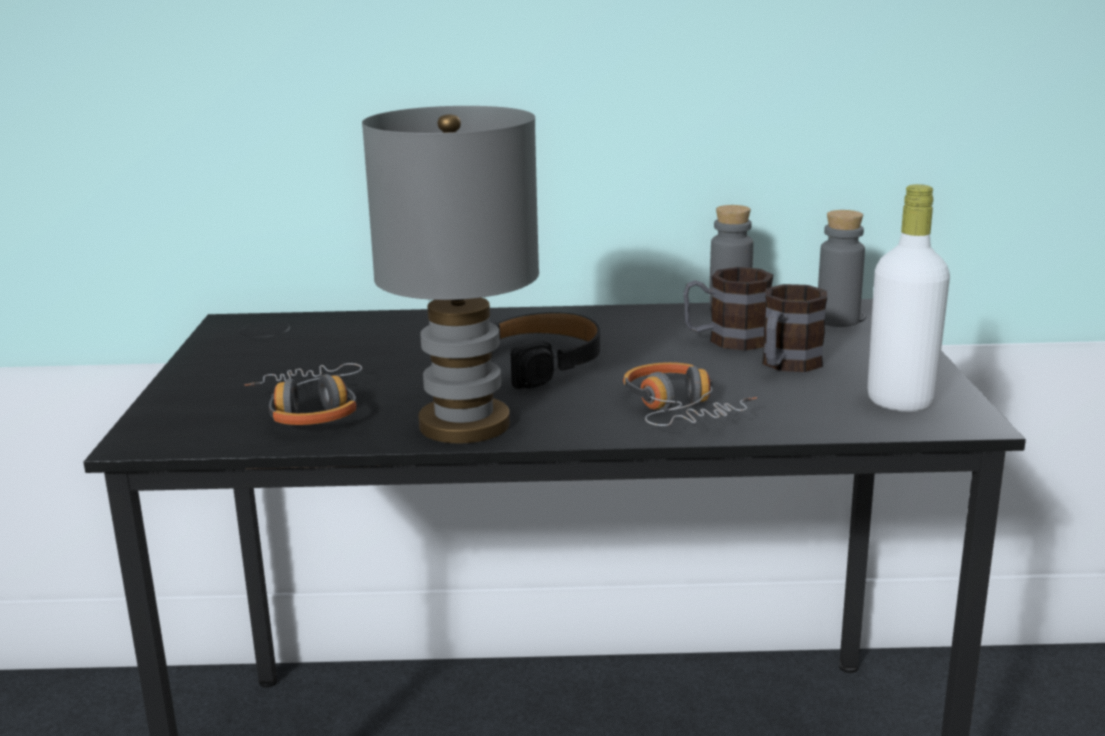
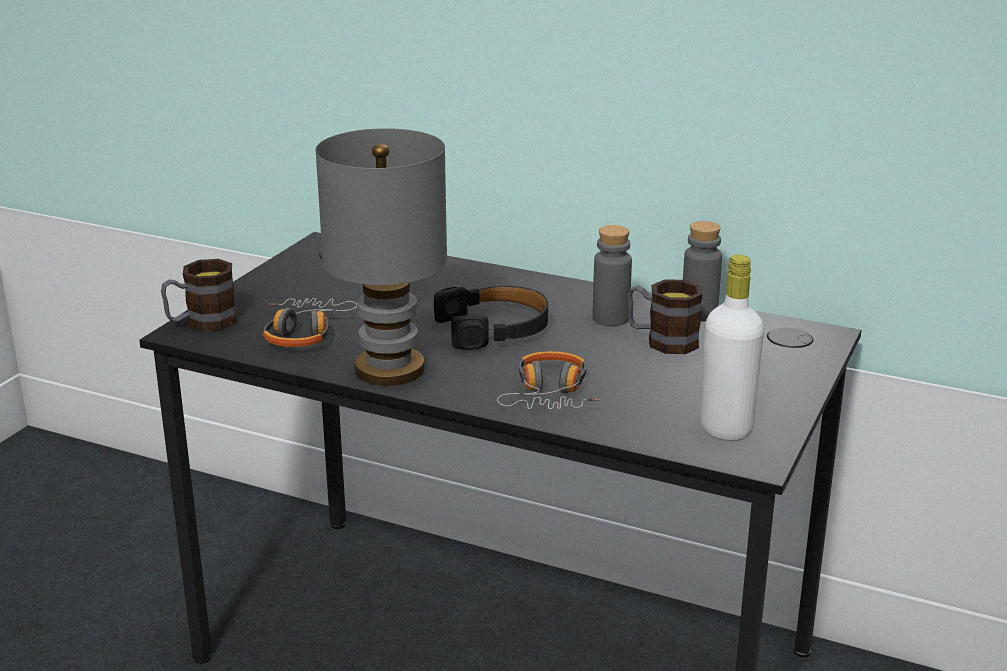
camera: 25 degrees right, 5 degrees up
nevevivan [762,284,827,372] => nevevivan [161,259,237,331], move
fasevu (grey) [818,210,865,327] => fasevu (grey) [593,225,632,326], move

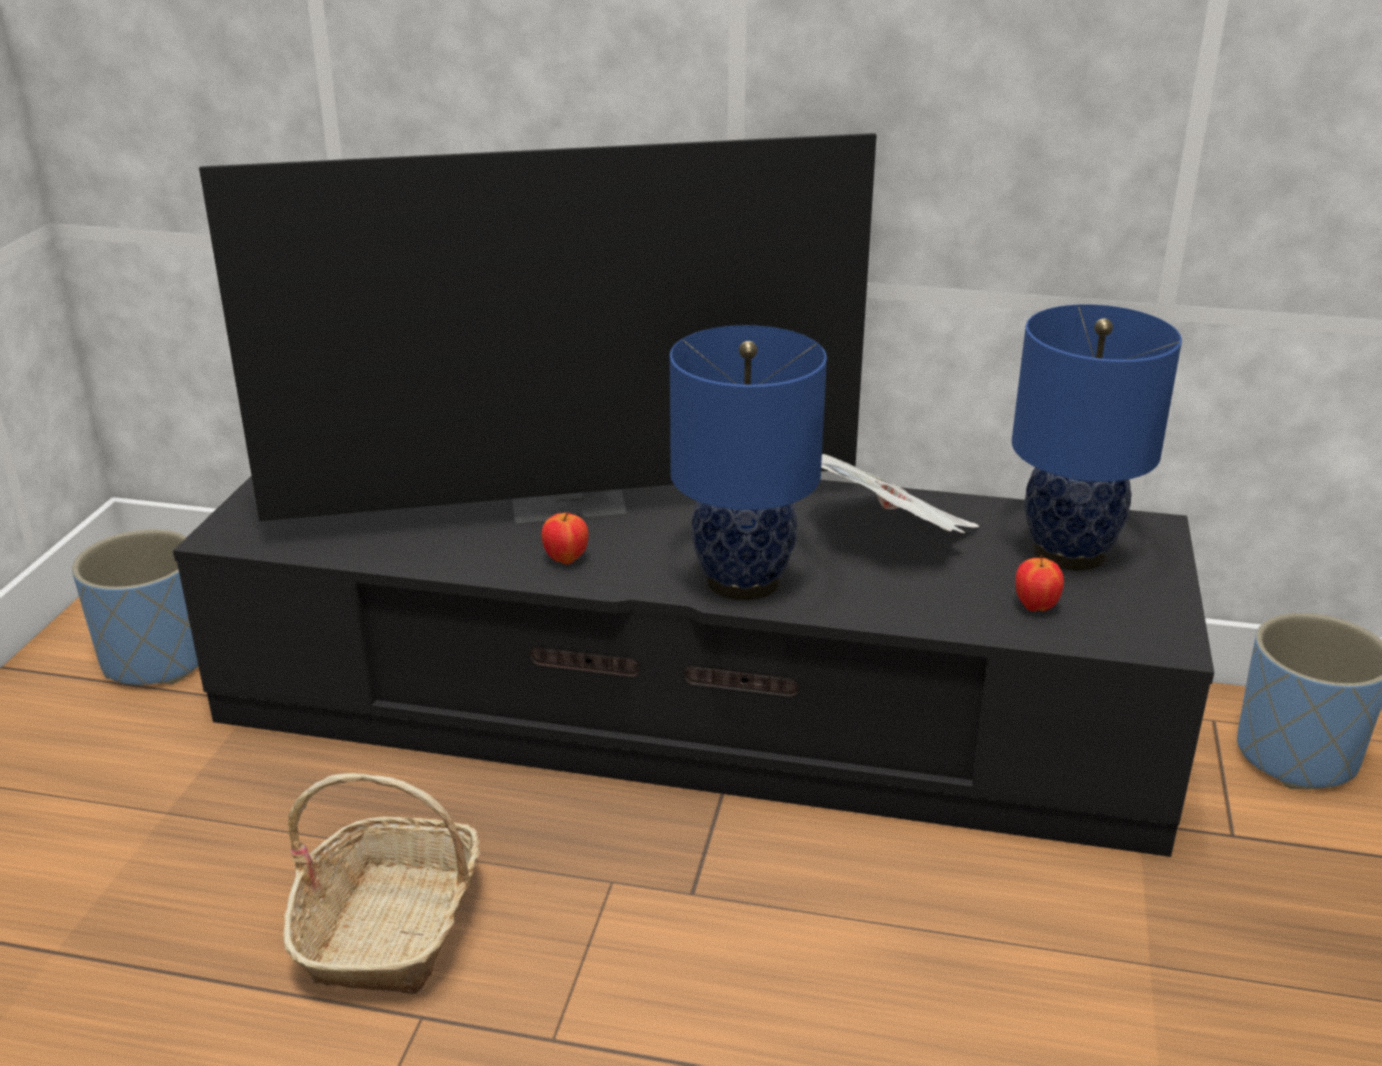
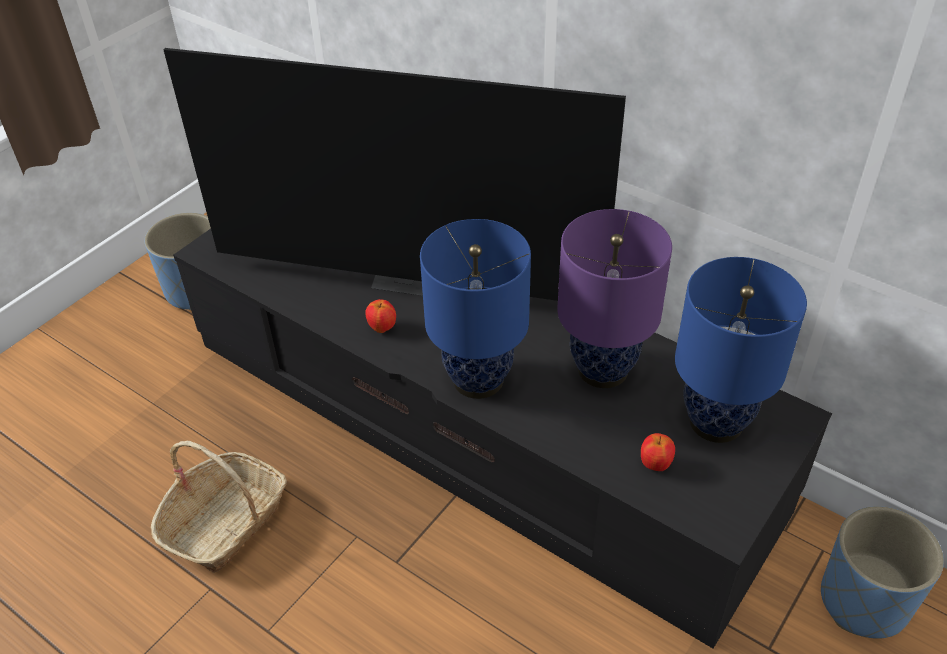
camera: 25 degrees right, 15 degrees up
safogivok [821,454,979,533] => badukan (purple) [557,209,672,388]

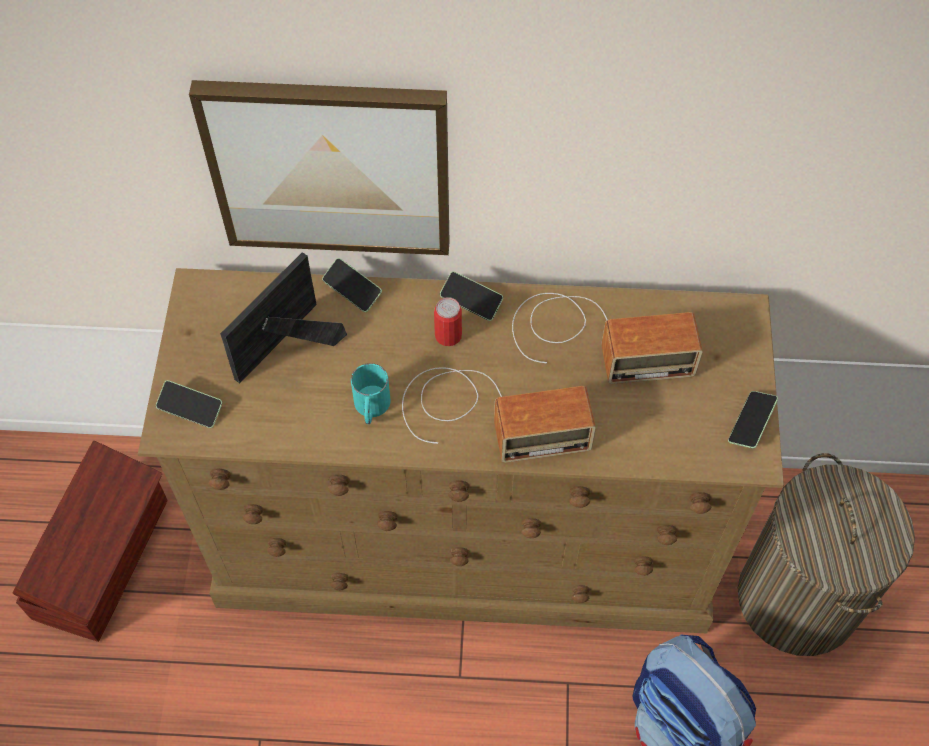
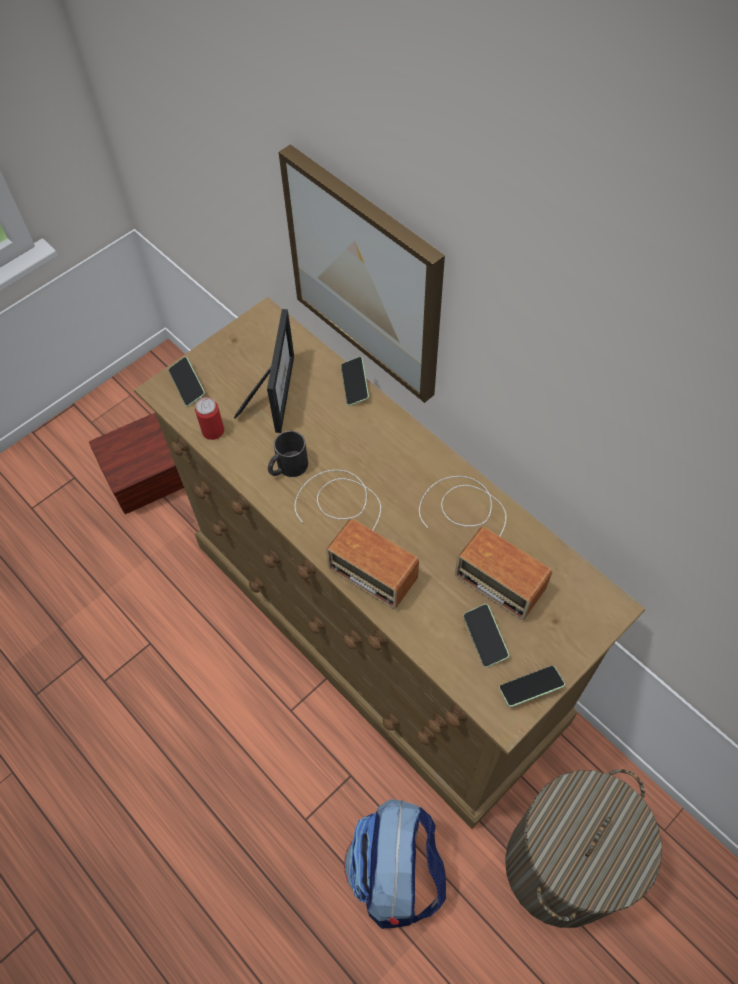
camera: 45 degrees right, 0 degrees up
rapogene [220,252,347,383] => rapogene [234,309,294,433], 105 degrees clockwise
nevevivan (turquoise) [351,363,390,424] => nevevivan (black) [268,431,308,477]
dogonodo [434,297,462,346] => dogonodo [195,397,224,440], move
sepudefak [440,271,503,321] => sepudefak [463,604,509,668], move

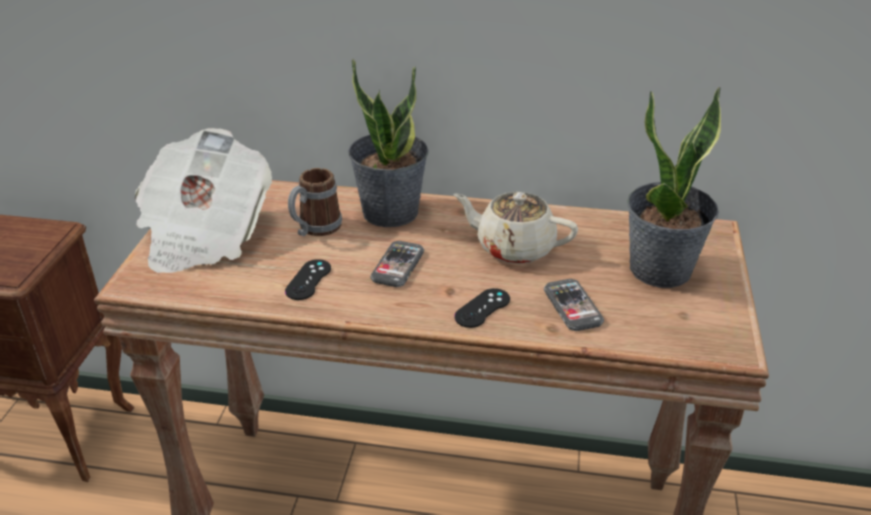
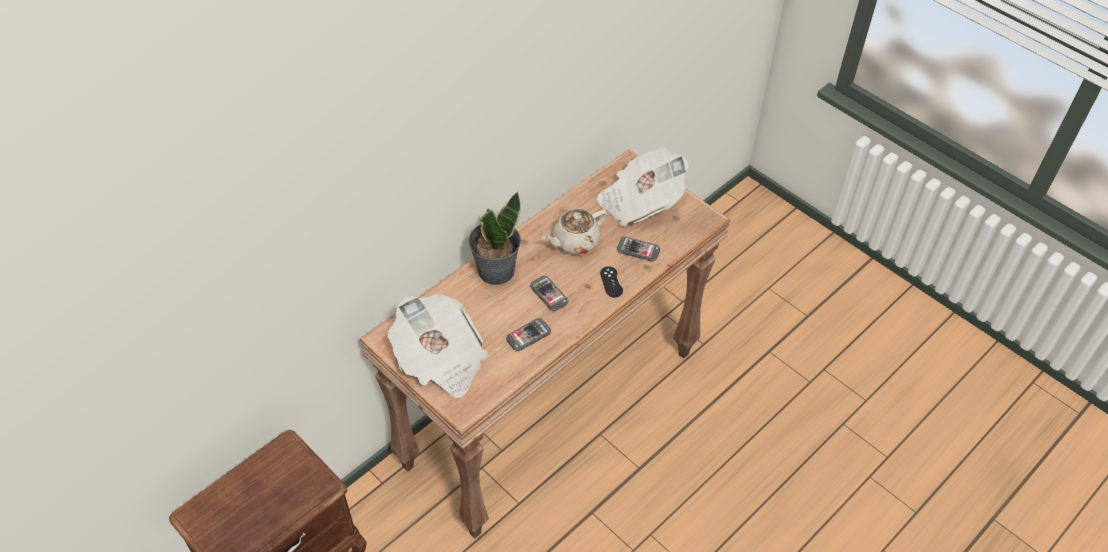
camera: 55 degrees left, 15 degrees up
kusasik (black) [285,259,331,300] => sepudefak [506,318,551,351]
nevevivan [288,168,342,236] => nothing
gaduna [627,87,721,288] => safogivok [597,148,690,227]

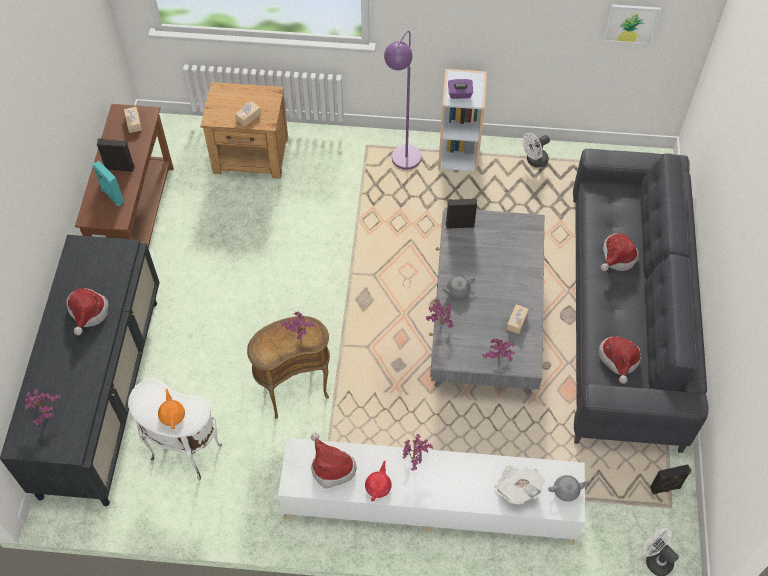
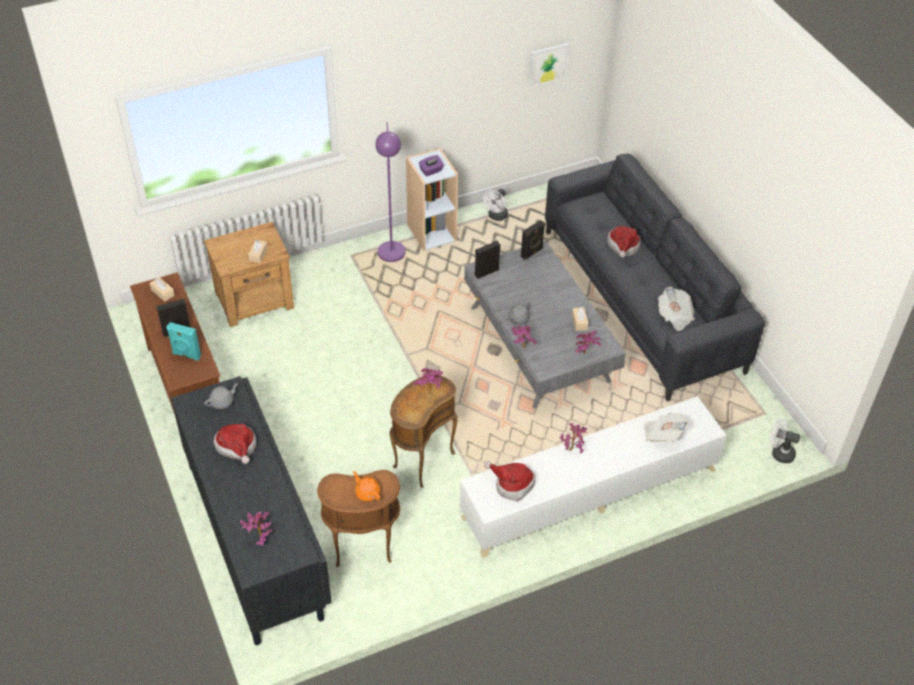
camera: 30 degrees left, 10 degrees down
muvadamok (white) [128,378,222,480] => muvadamok (brown) [317,470,400,567]
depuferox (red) [365,461,392,501] => nothing
depuferox (grey) [548,475,591,502] => depuferox (grey) [204,383,238,409], move
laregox [599,337,641,384] => safogivok [658,287,695,331]
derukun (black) [650,464,691,495] => derukun (black) [521,220,545,260], move

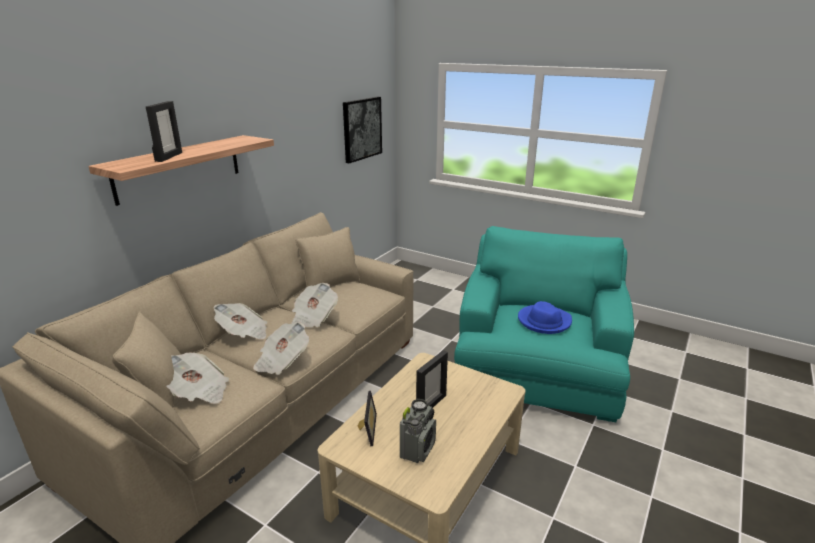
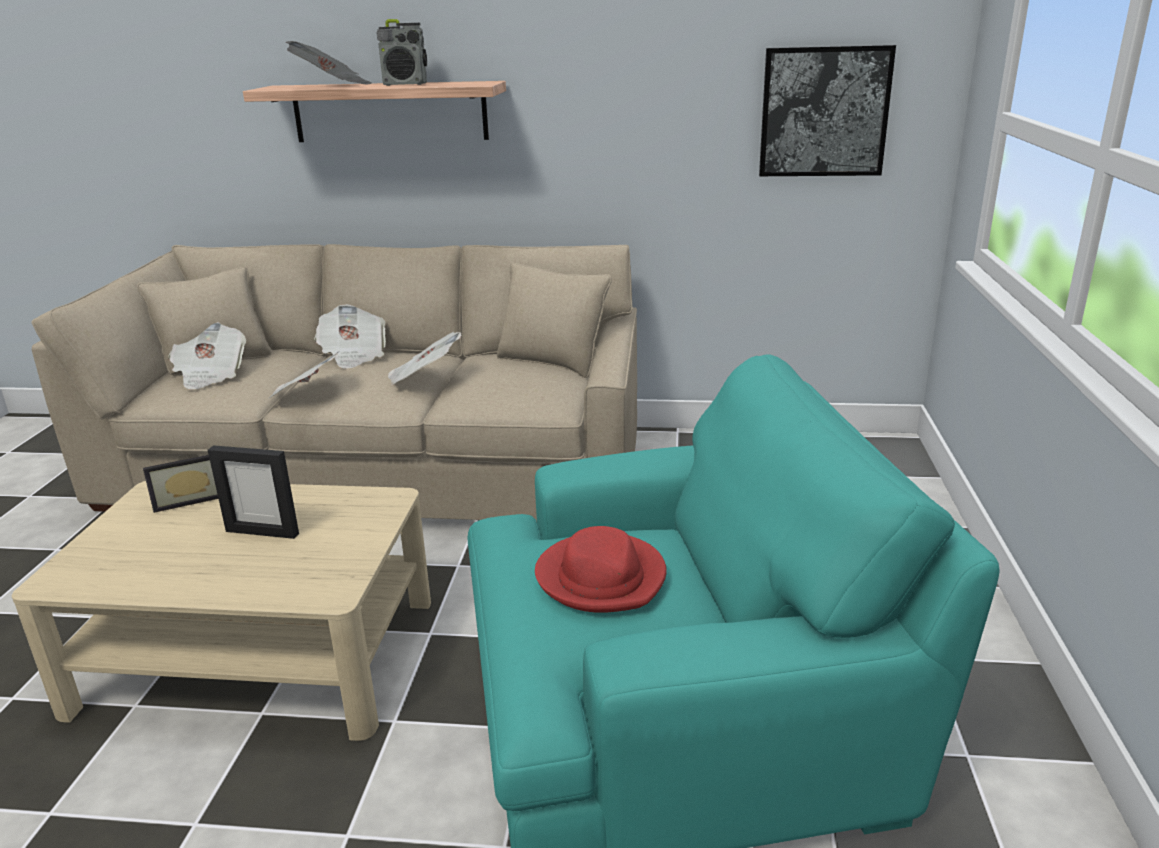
camera: 65 degrees right, 0 degrees up
rapogene [146,101,182,162] => safogivok [286,41,372,84]
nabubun [400,399,436,463] => nabubun [376,19,427,86], move
laregox (blue) [518,301,572,334] => laregox (red) [535,526,667,613]

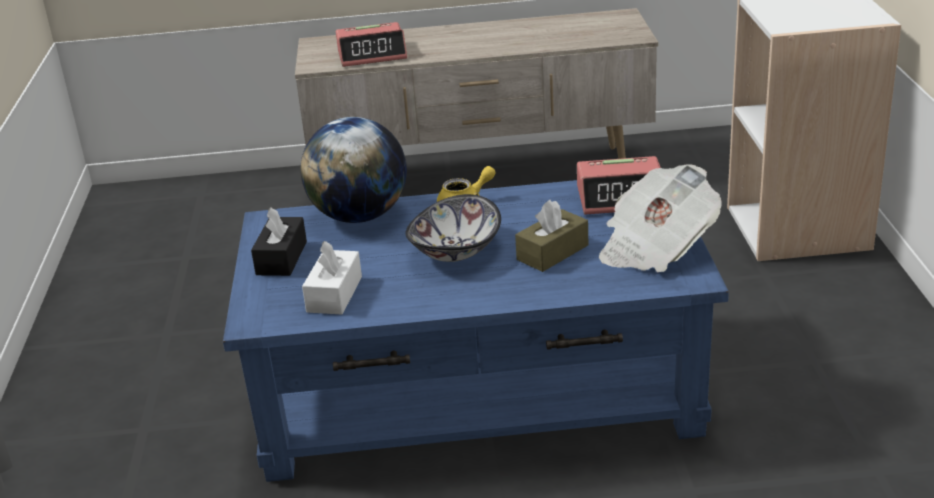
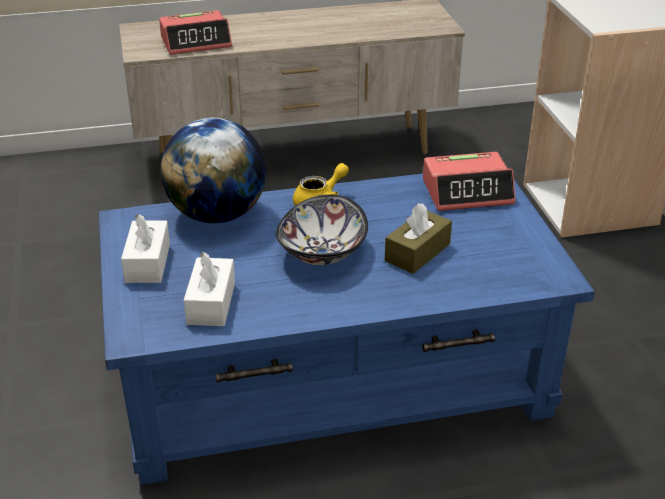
camera: 10 degrees left, 5 degrees up
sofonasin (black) [251,207,307,276] => sofonasin (white) [121,214,170,283]
safogivok [599,164,722,272] => nothing

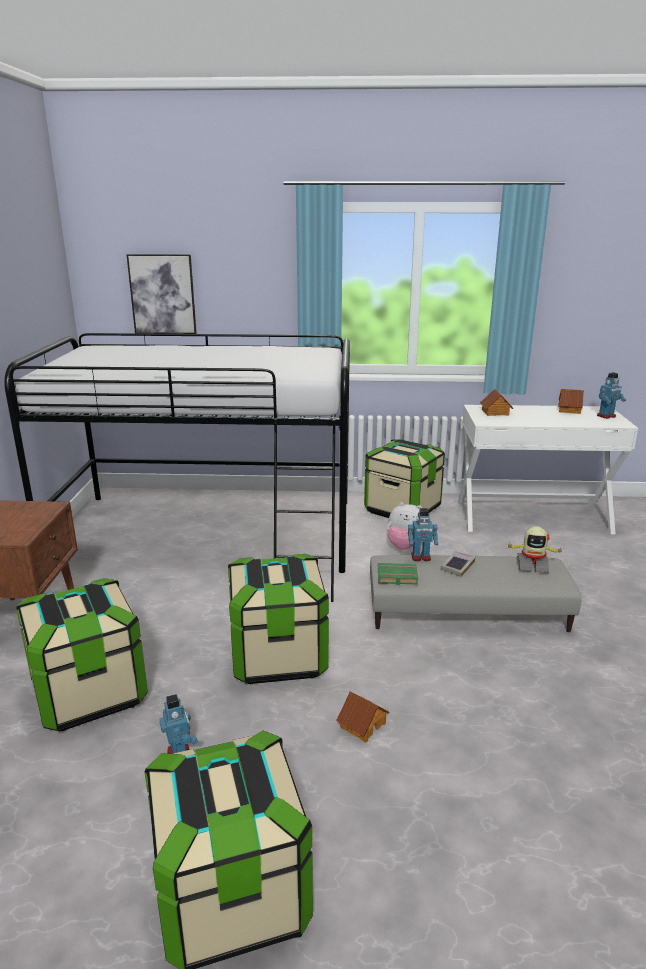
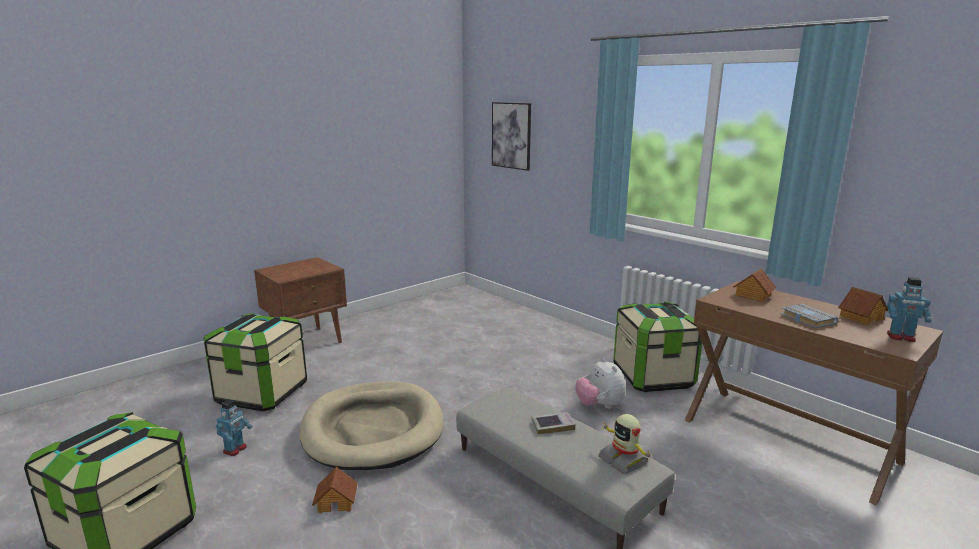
camera: 45 degrees right, 5 degrees down
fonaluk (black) [4,333,350,602] => nothing
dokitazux [228,554,329,684] => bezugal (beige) [300,382,444,470]
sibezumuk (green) [378,563,418,585] => nothing
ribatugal [408,508,438,561] => nothing
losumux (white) [458,405,638,534] => losumux (brown) [684,281,943,505]
nothing => sibezumuk (grey) [781,304,838,329]

